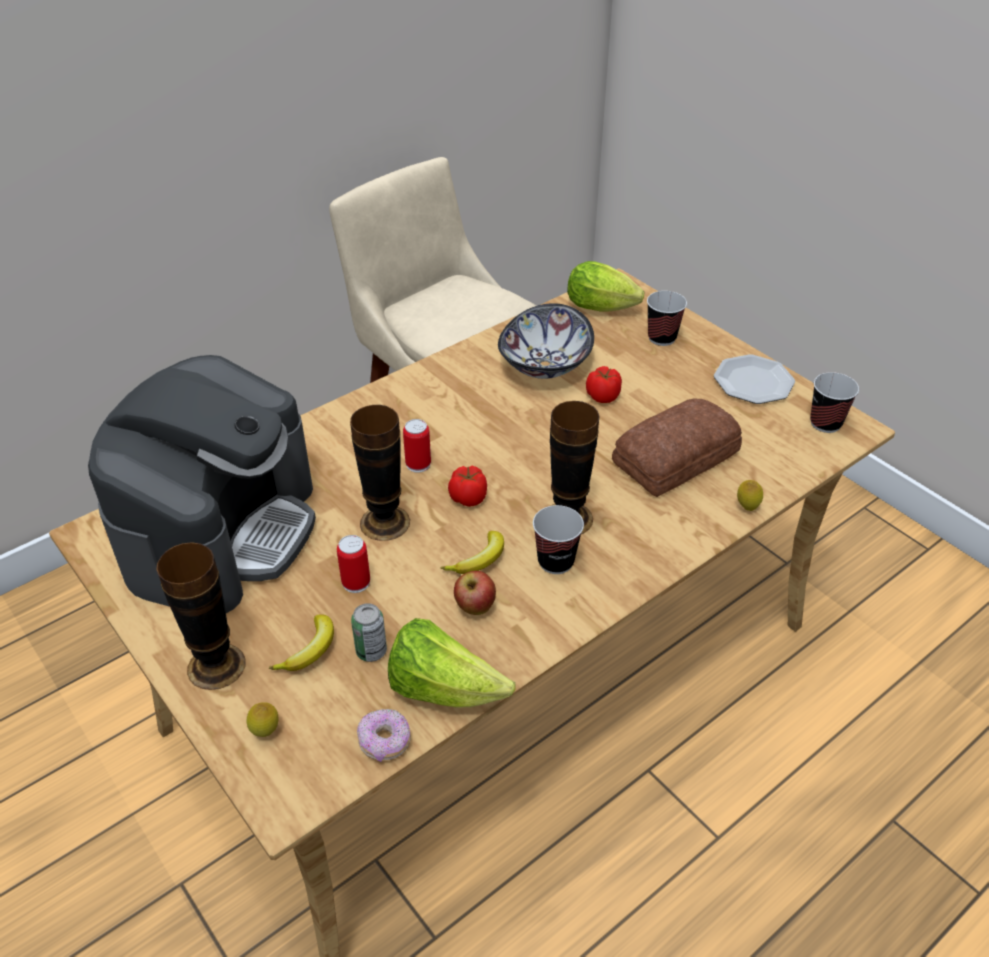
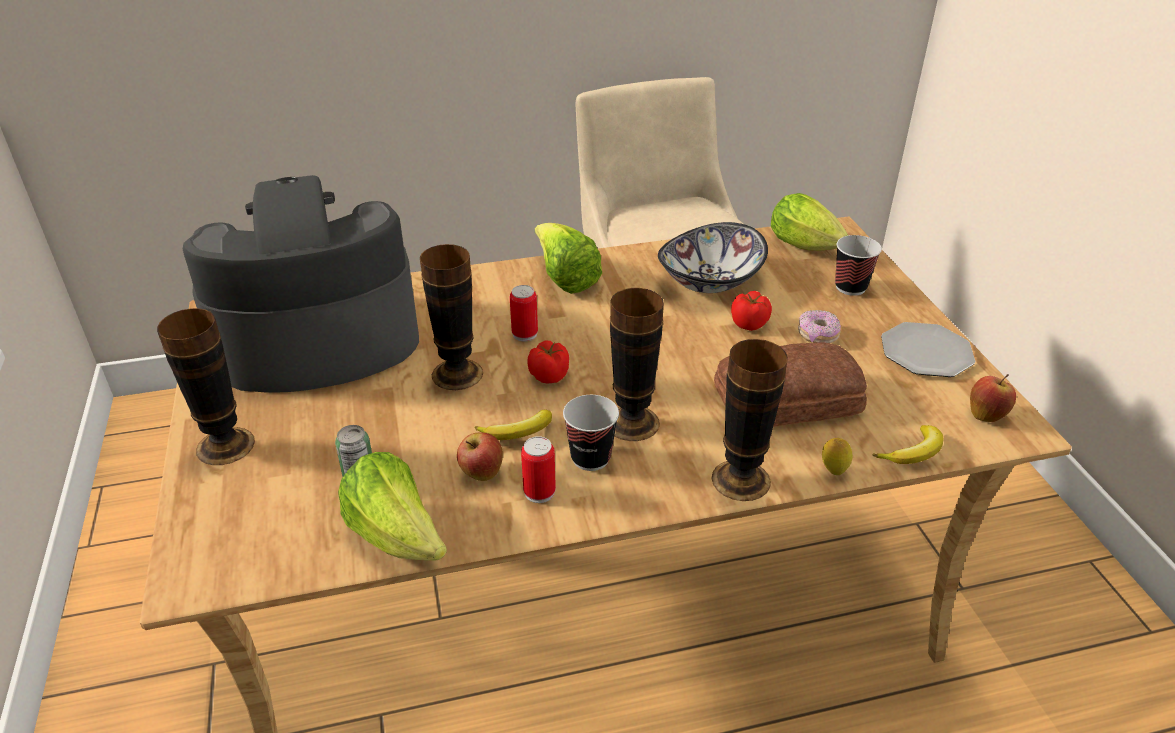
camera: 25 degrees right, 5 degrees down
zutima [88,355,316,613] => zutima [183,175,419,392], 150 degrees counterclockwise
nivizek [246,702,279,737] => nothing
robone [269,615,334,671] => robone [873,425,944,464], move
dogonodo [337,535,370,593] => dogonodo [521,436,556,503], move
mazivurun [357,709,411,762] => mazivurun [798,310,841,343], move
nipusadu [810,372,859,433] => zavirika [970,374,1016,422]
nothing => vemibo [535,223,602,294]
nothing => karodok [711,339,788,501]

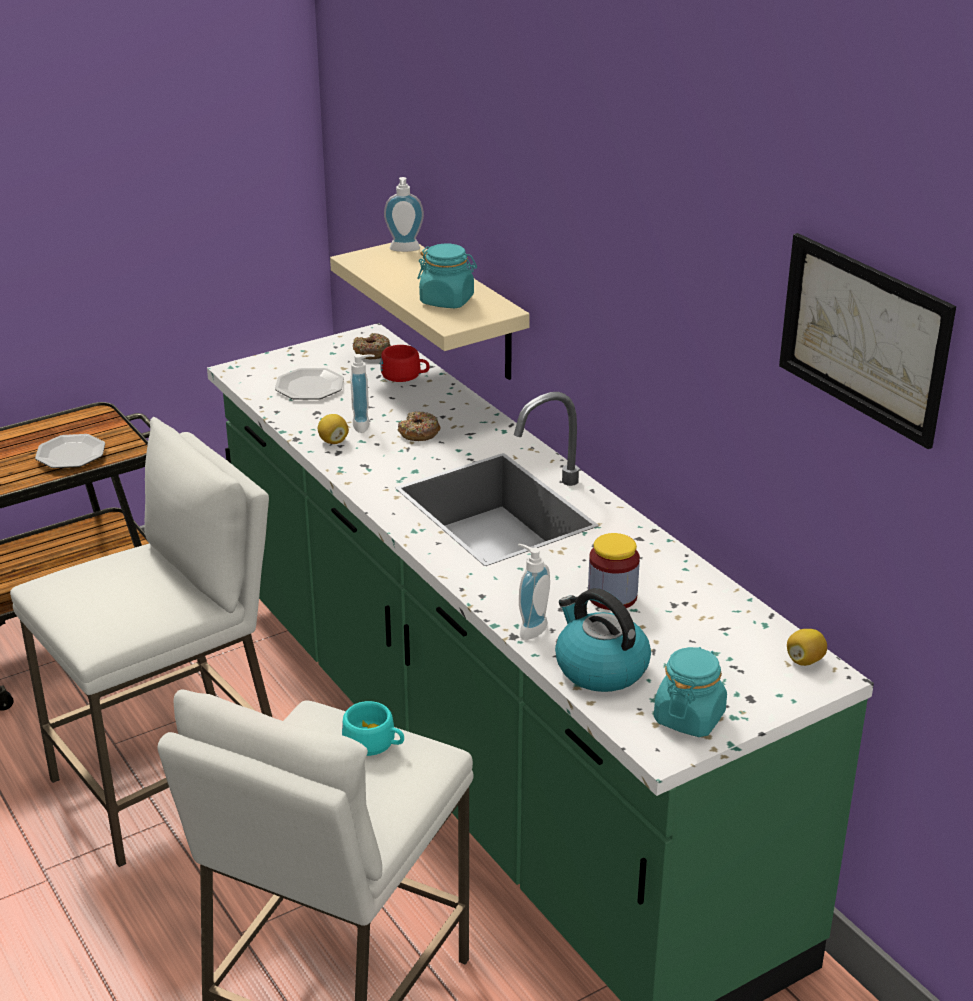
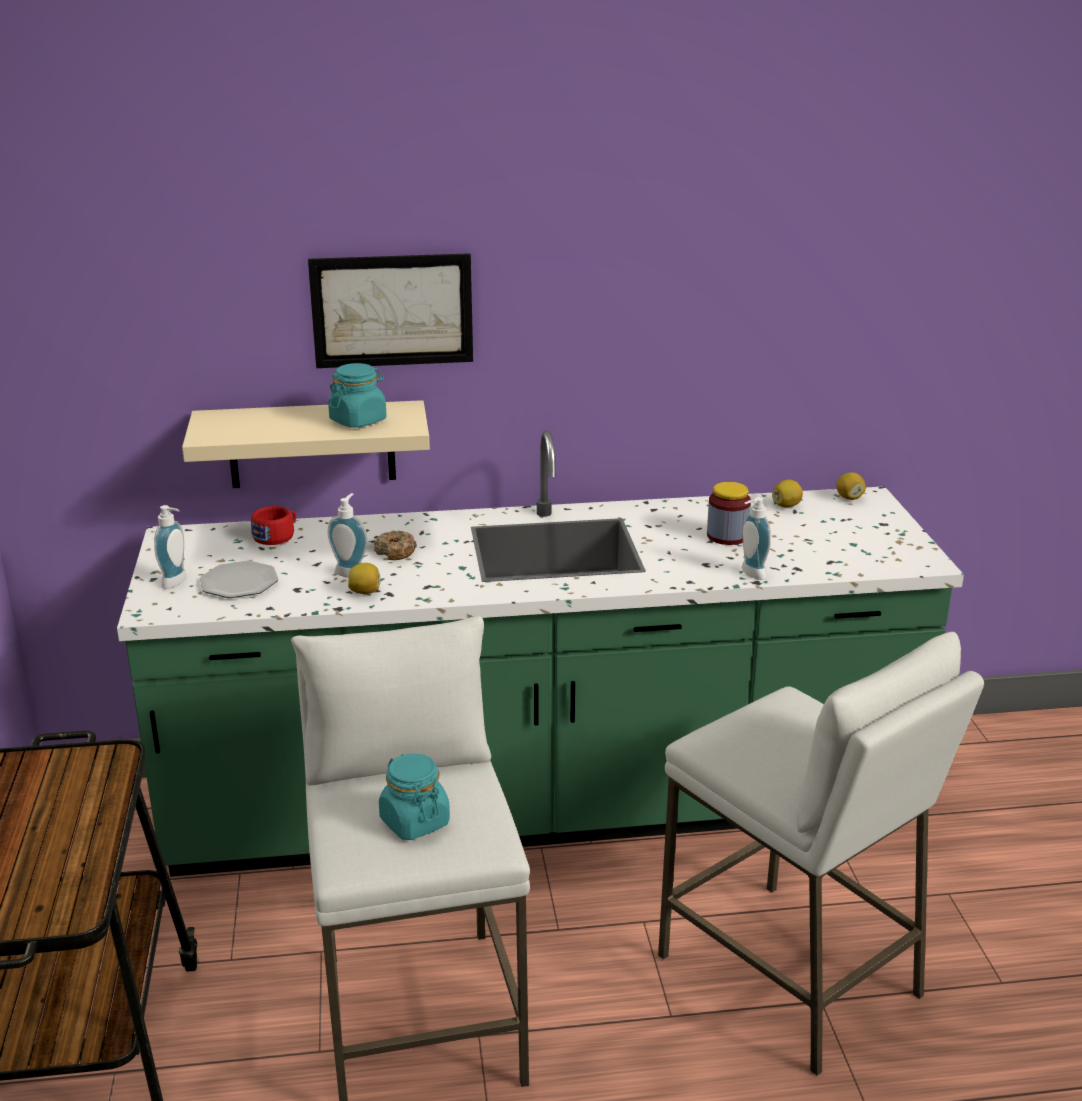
camera: 65 degrees left, 5 degrees down
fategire [35,434,105,468] => nothing
nipusadu (turquoise) [342,701,404,756] => nothing
mazivurun [353,333,390,359] => nothing
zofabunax [384,177,424,252] => zofabunax [154,505,187,589], move
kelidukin [555,588,651,692] => nothing
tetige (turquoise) [654,647,727,737] => tetige (turquoise) [379,754,450,840], move
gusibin [779,233,956,449] => gusibin [308,253,473,368], move
nothing => nivizek [772,480,803,507]

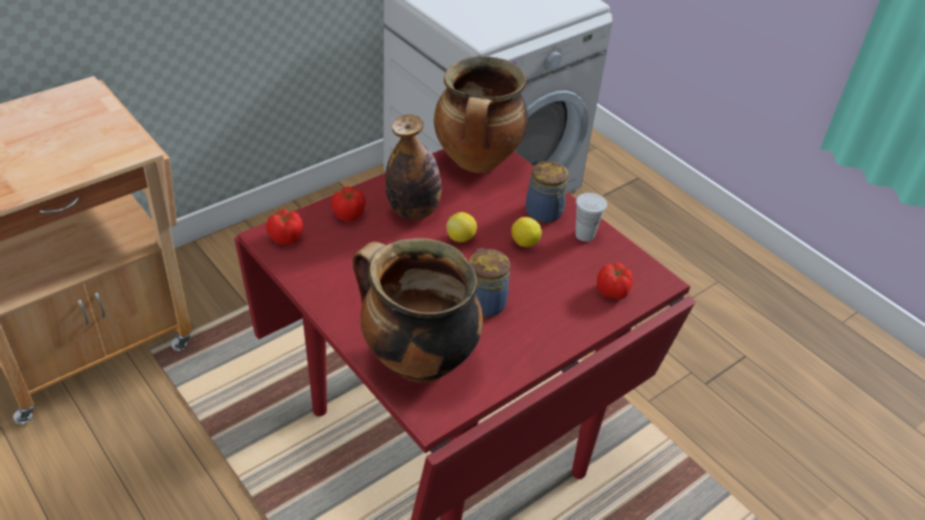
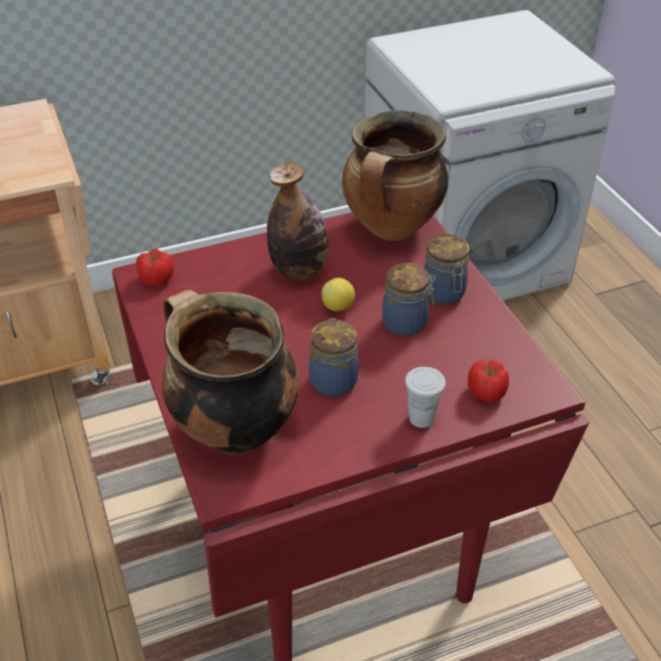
camera: 20 degrees right, 0 degrees up
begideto [332,187,366,221] => nothing
nivizek [511,217,542,247] => tetige [382,263,435,336]
nipusadu (white) [575,193,607,242] => nipusadu (white) [405,367,446,428], move

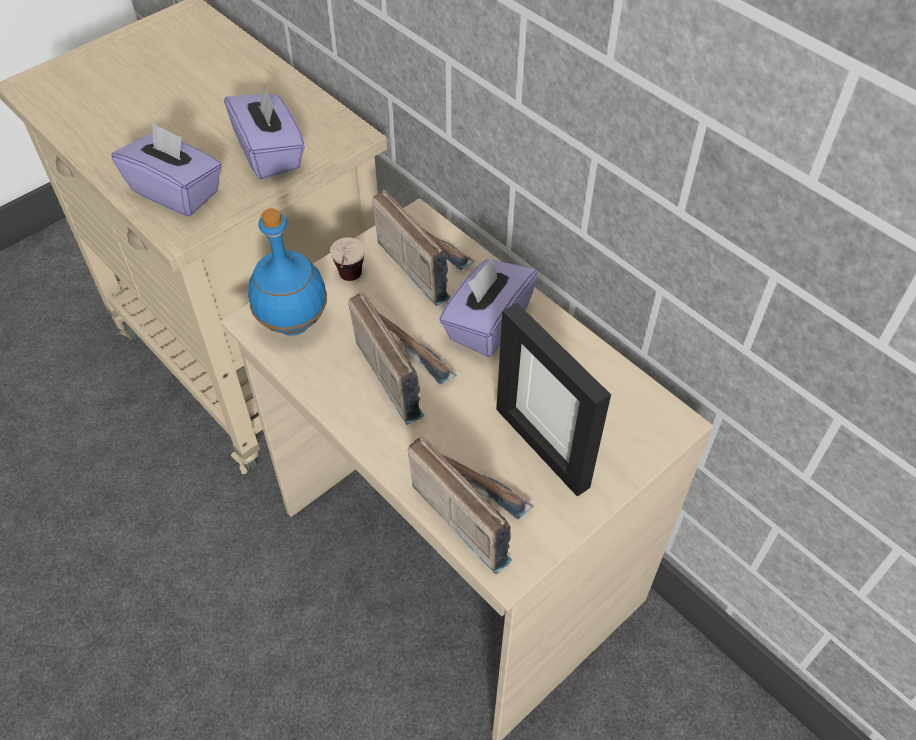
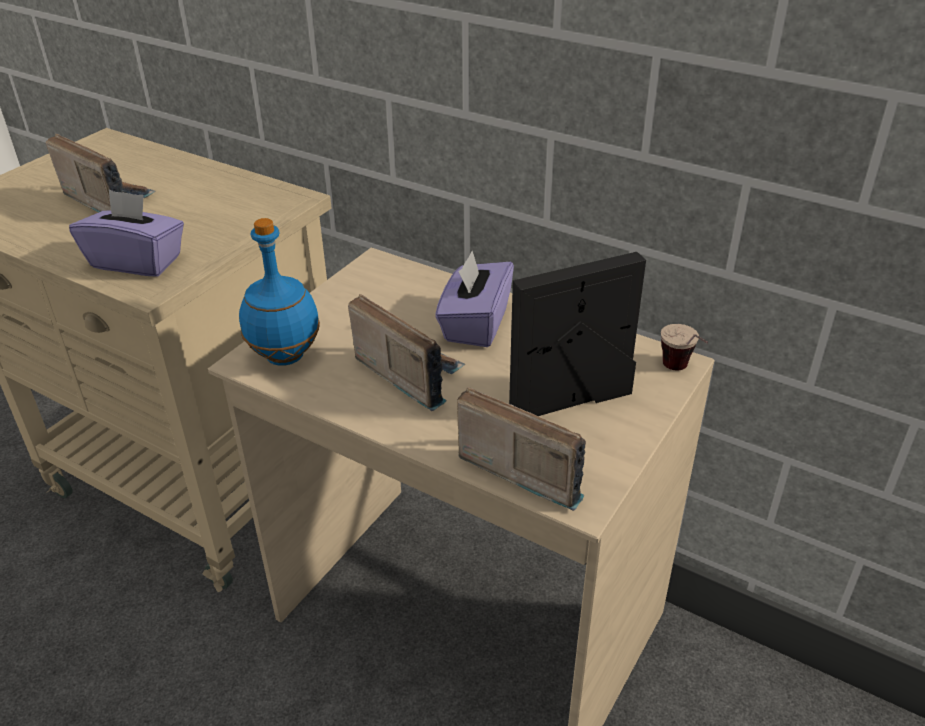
camera: 15 degrees left, 15 degrees down
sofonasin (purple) [224,84,305,180] => nothing
nipusadu [330,237,365,281] => nipusadu [661,324,708,370], move
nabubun [372,190,475,306] => nabubun [46,134,156,213], move
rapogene [496,303,611,496] => rapogene [509,252,646,416], 120 degrees clockwise

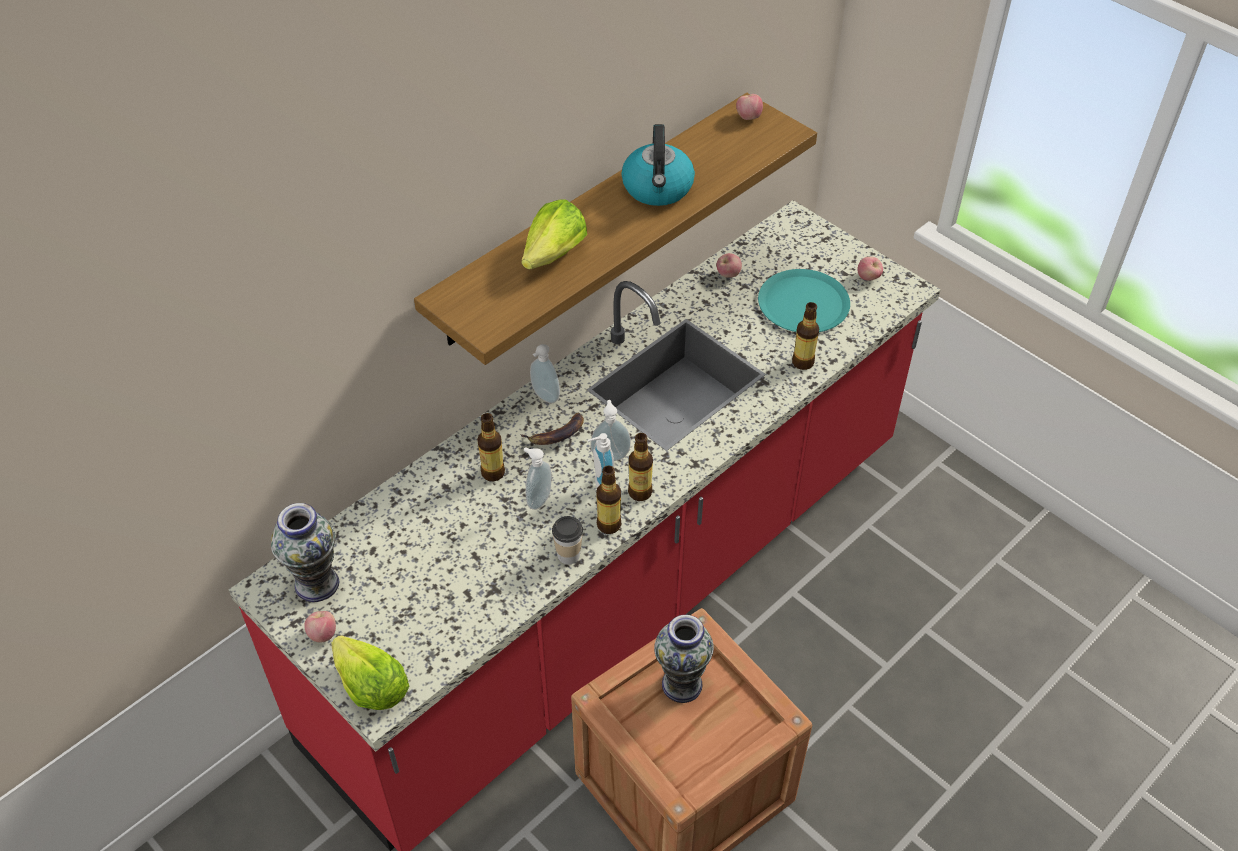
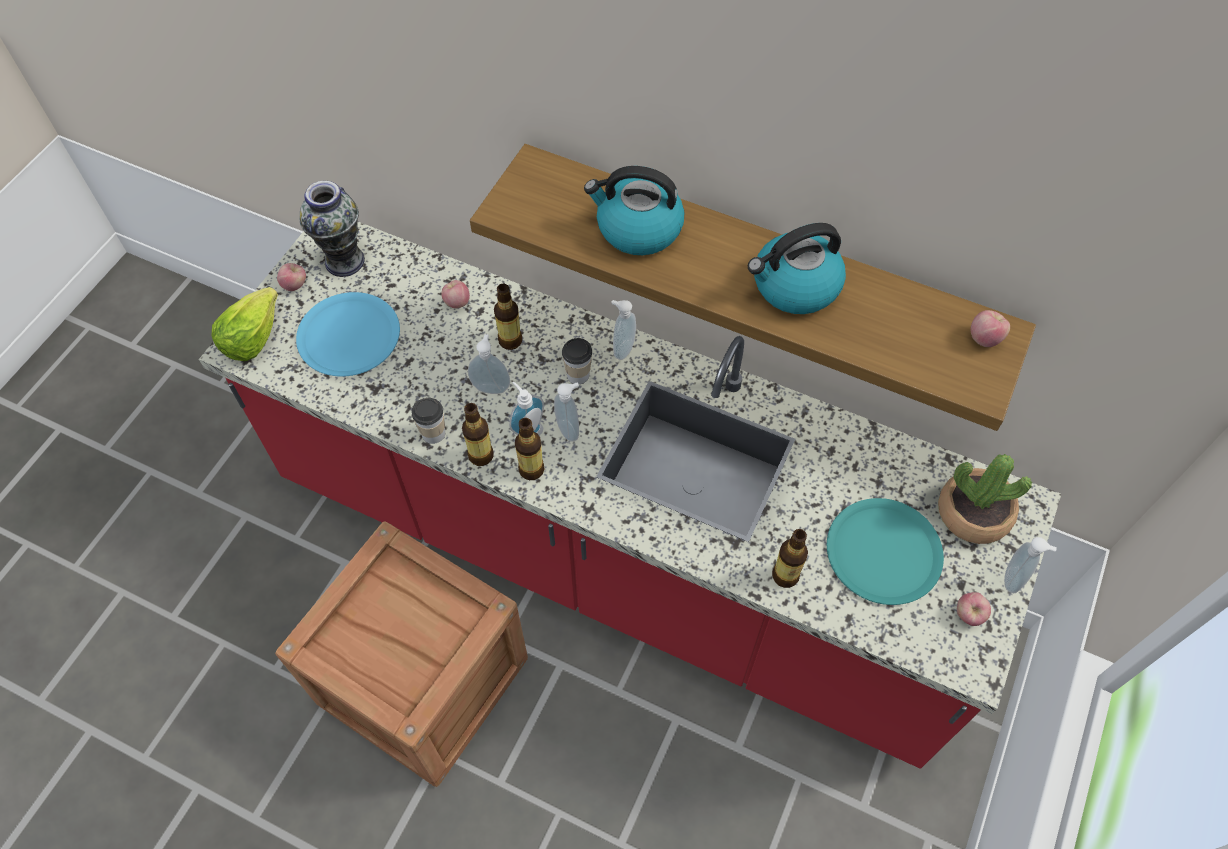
camera: 70 degrees right, 10 degrees up
robone [520,412,584,445] => nipusadu [562,338,592,384]
vemibo [521,199,587,270] => kelidukin [584,166,684,255]
karodok [654,615,714,703] => nothing
zavirika [716,253,742,278] => zavirika [441,280,470,309], move
nothing => fategire (blue) [296,292,400,377]
nothing => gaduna [938,454,1033,544]
nothing => zofabunax [1004,537,1057,593]

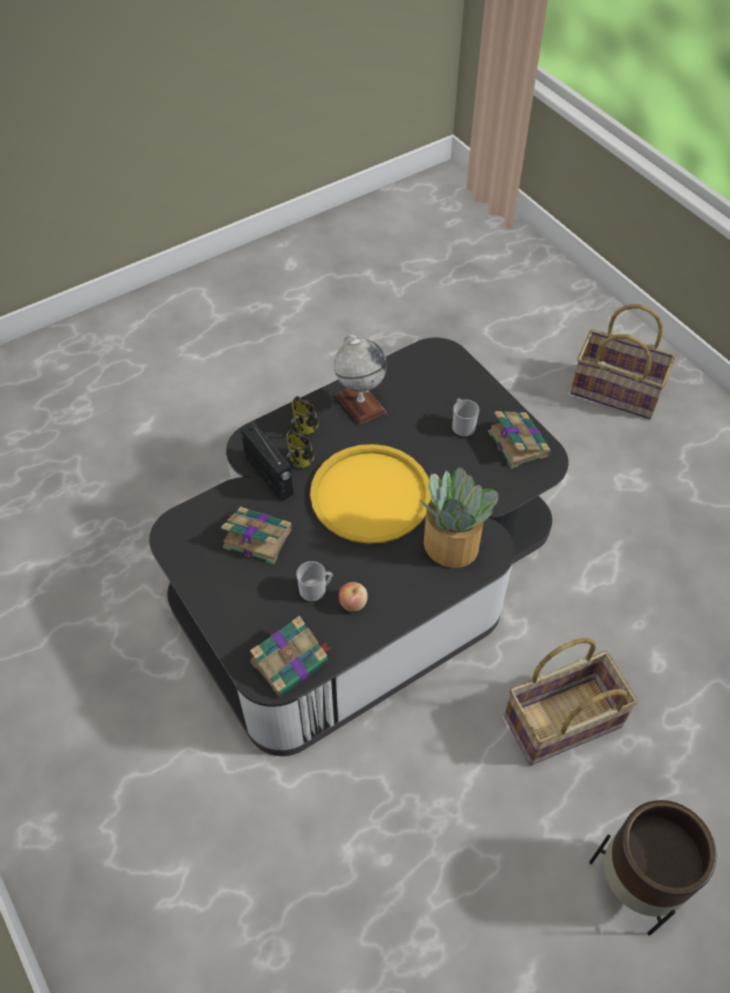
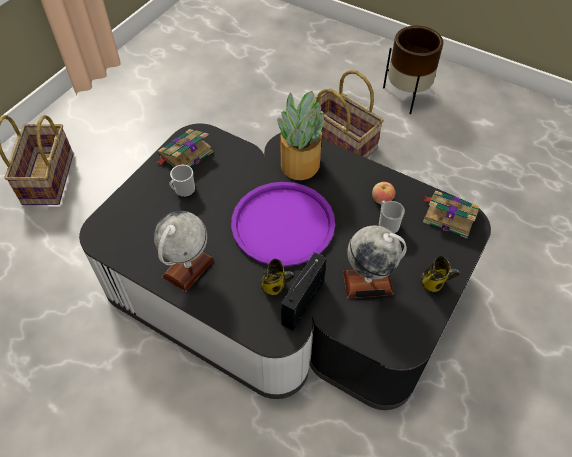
camera: 115 degrees left, 0 degrees up
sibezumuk [221,507,292,564] => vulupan [343,225,407,299]
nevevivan [290,396,320,435] => nevevivan [421,256,460,292], move
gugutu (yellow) [310,444,431,544] => gugutu (purple) [231,182,335,267]

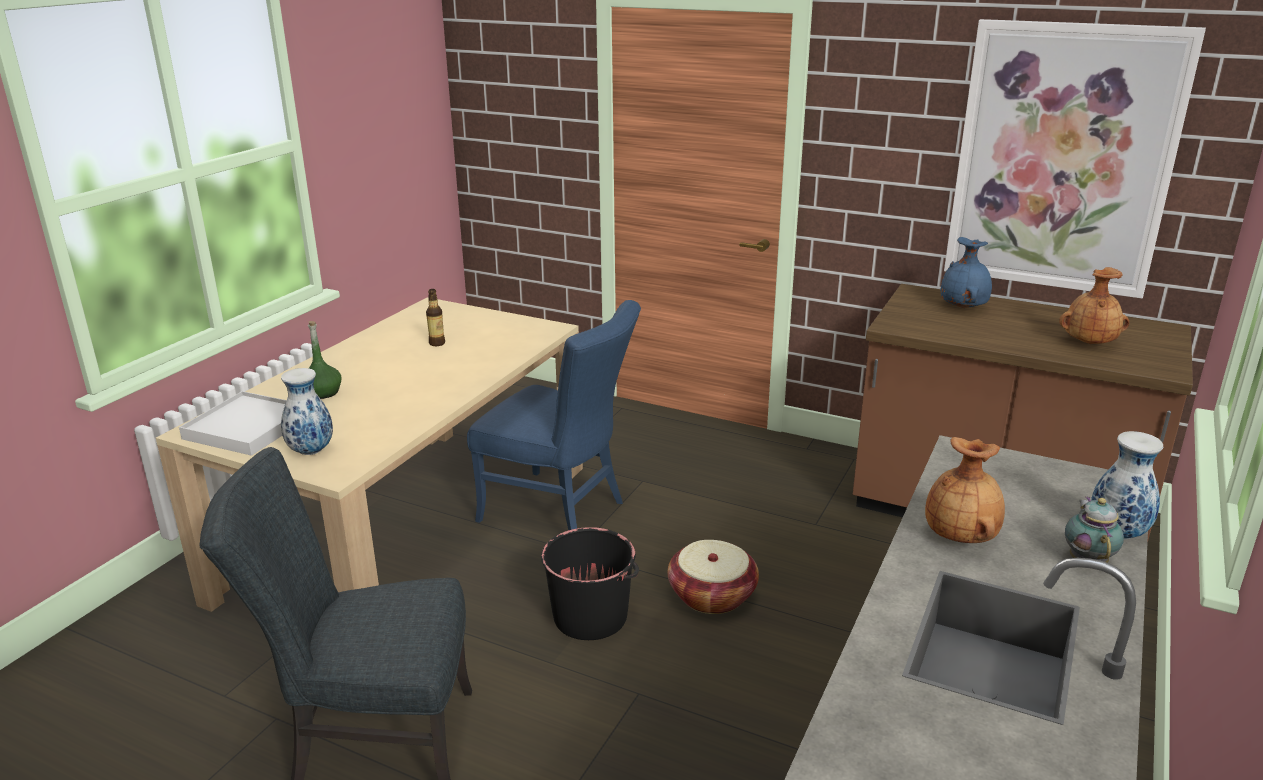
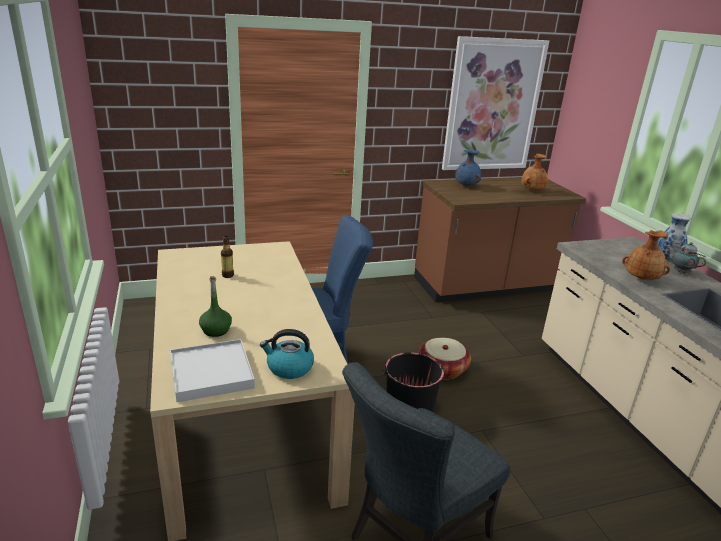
camera: 45 degrees left, 0 degrees up
karodok [281,368,333,455] => kelidukin [260,329,314,379]

